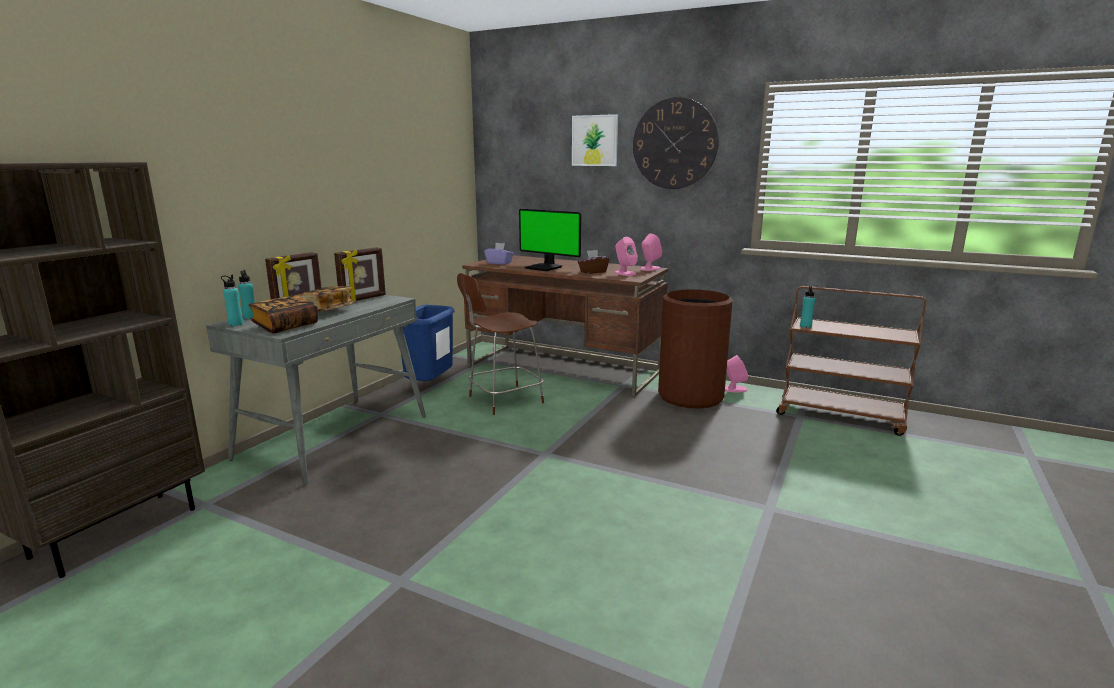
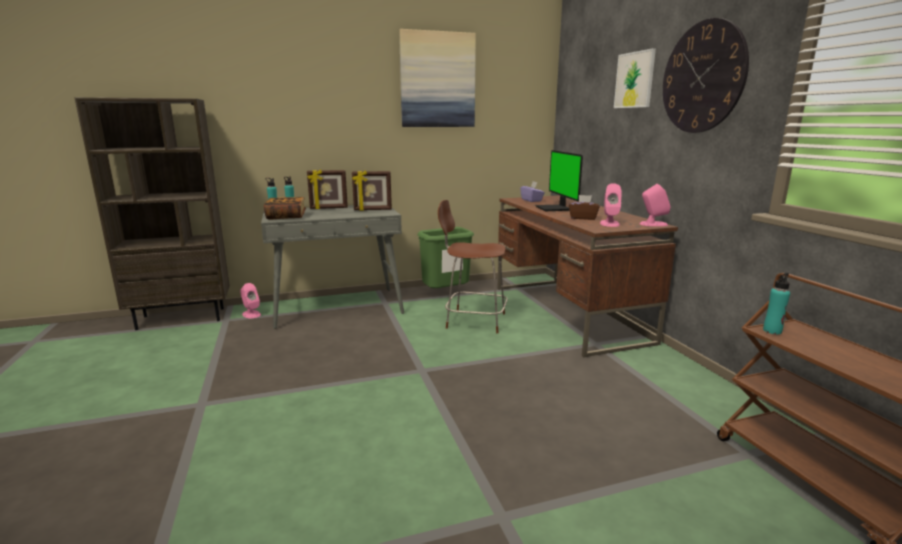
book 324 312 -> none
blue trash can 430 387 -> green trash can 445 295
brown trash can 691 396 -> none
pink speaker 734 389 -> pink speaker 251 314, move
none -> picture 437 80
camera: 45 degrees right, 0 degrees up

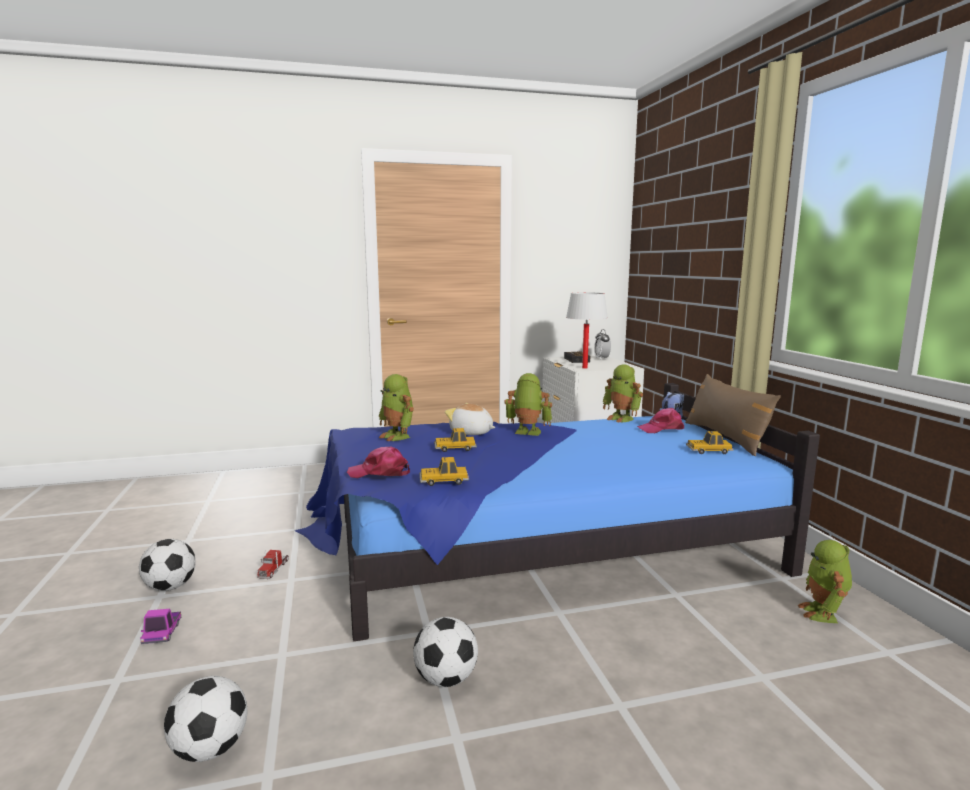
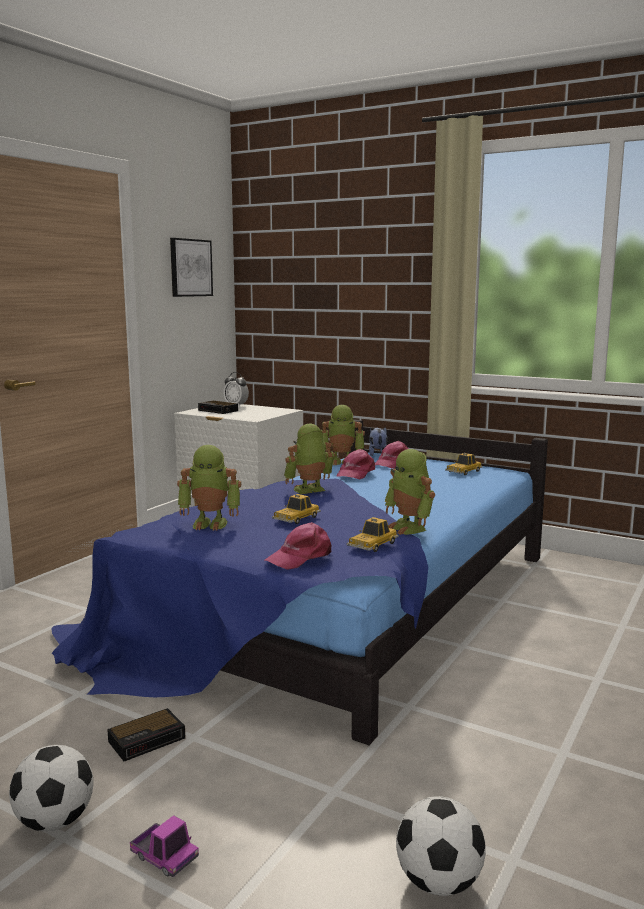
toy truck 273 569 -> alarm clock 148 739
football 446 679 -> none
plush toy 471 433 -> none
white table lamp 584 368 -> none
brown pillow 726 437 -> none
toy robot 823 613 -> toy robot 409 528, move
none -> picture 190 268
none -> pink cap 355 473
camera: 45 degrees left, 0 degrees up

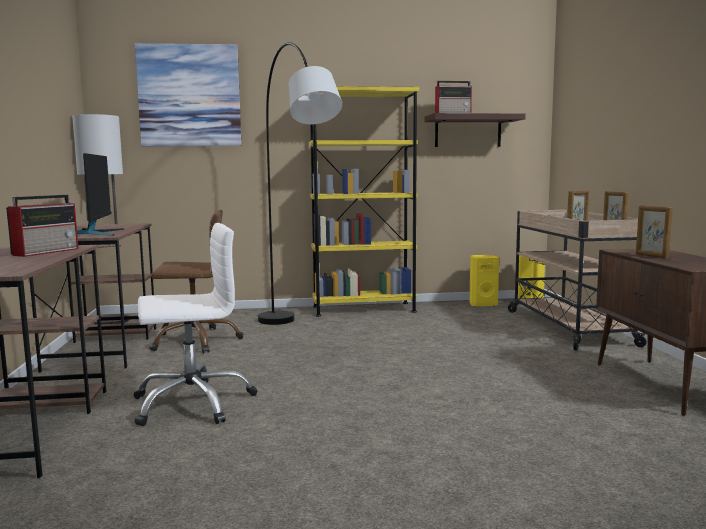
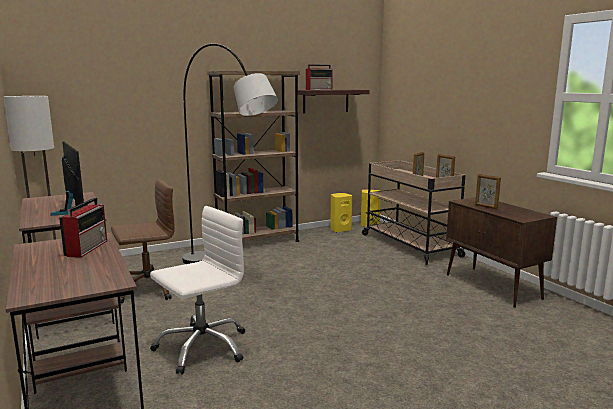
picture 189 96 -> none
yellow bookcase 363 309 -> brown bookcase 257 242
camera: 20 degrees left, 5 degrees up

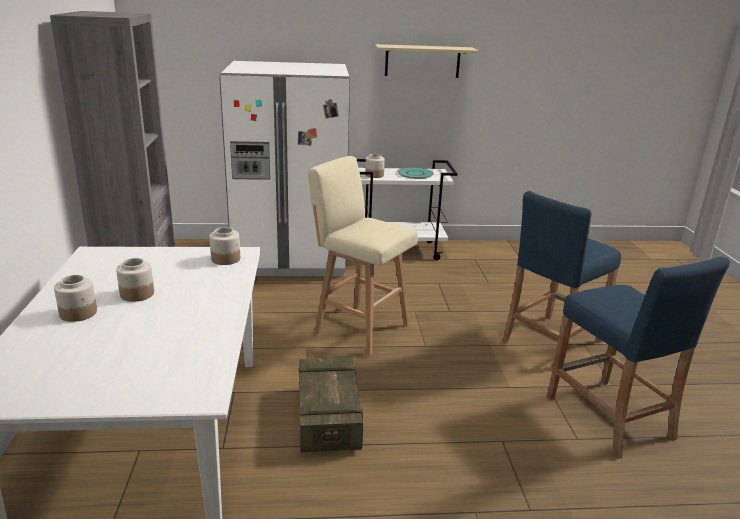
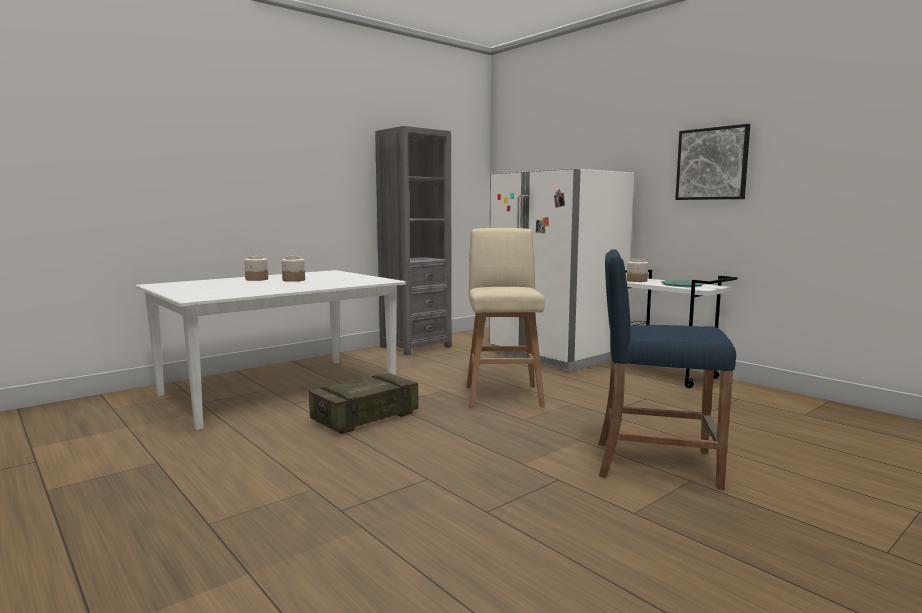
jar 226 259 -> none
beige shelf 422 61 -> picture 712 164
blue stool 609 417 -> none
camera: 55 degrees right, 15 degrees down

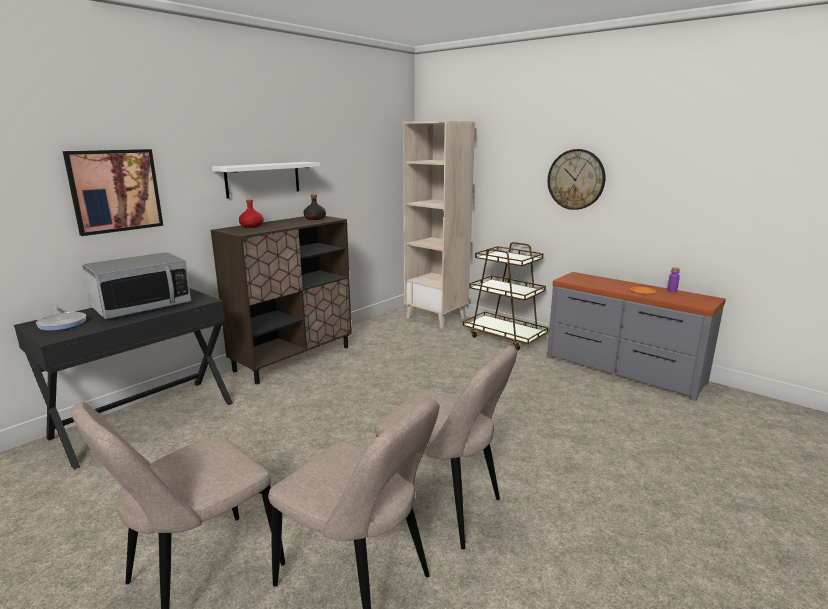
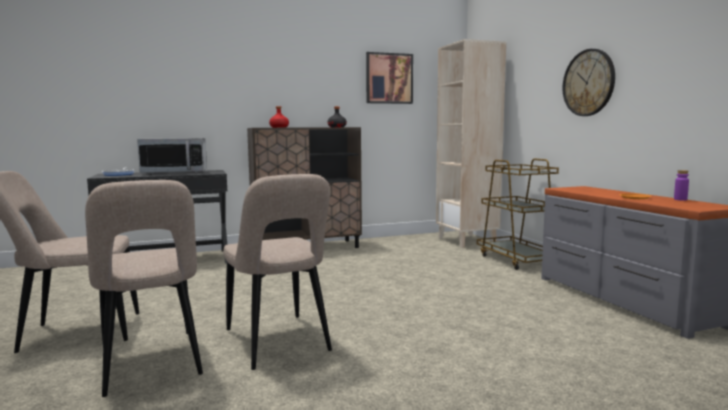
picture 115 191 -> picture 389 78, move
white shelf 263 179 -> none
camera: 30 degrees right, 10 degrees down

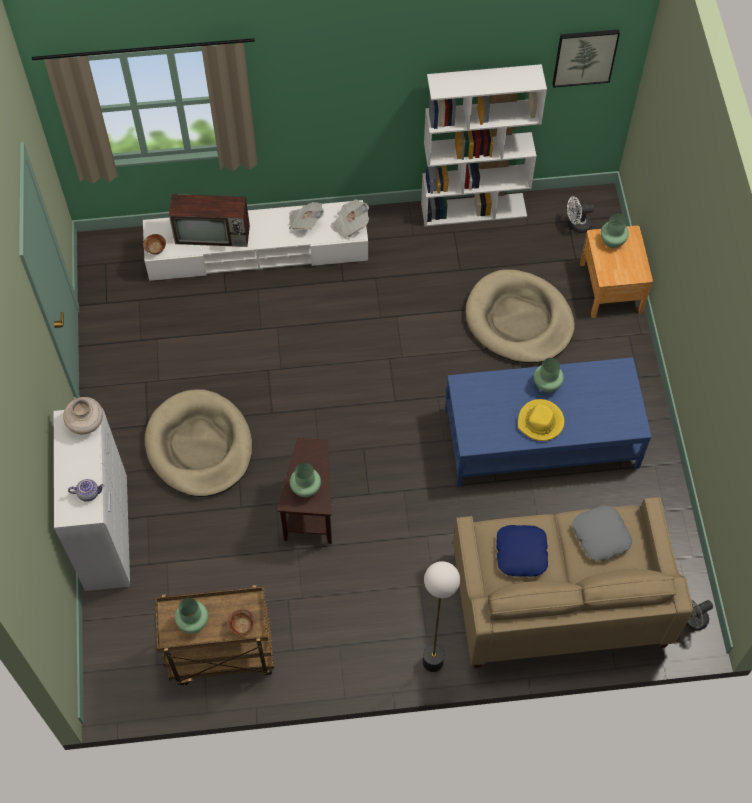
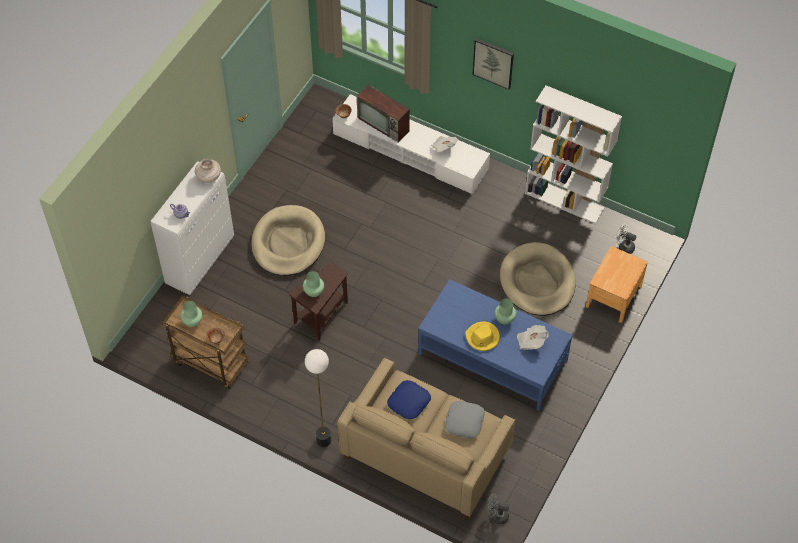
newspaper 350 225 -> newspaper 531 341, move
picture 585 57 -> picture 493 63, move
green vase 612 241 -> none
camera: 35 degrees right, 5 degrees down

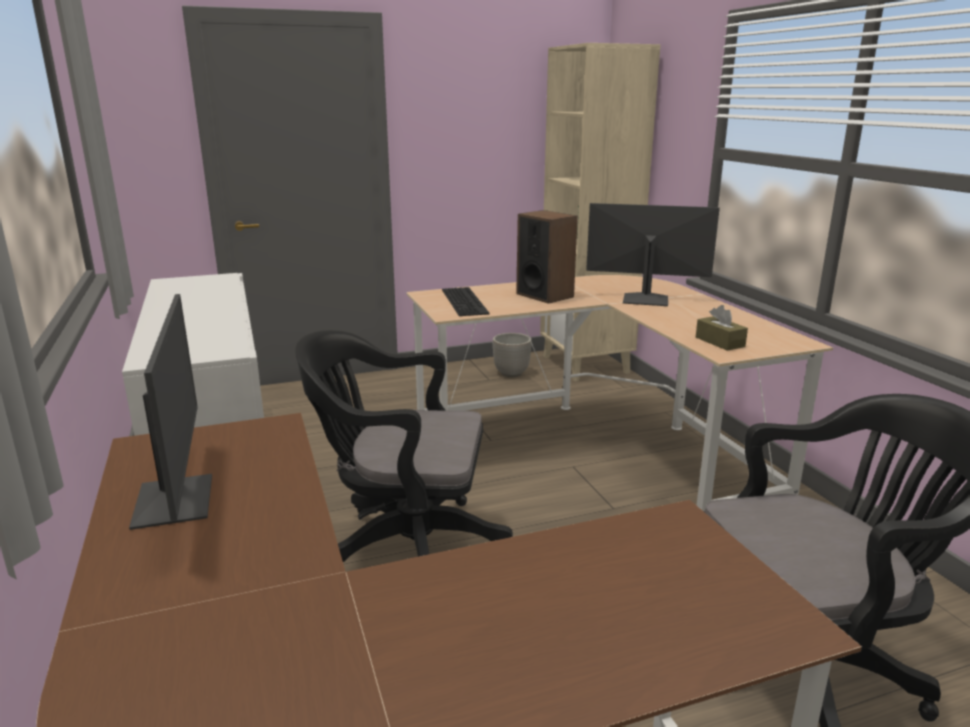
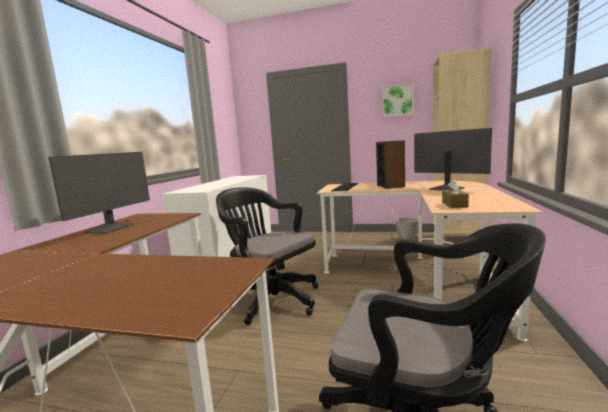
none -> picture 397 100
camera: 35 degrees right, 10 degrees down

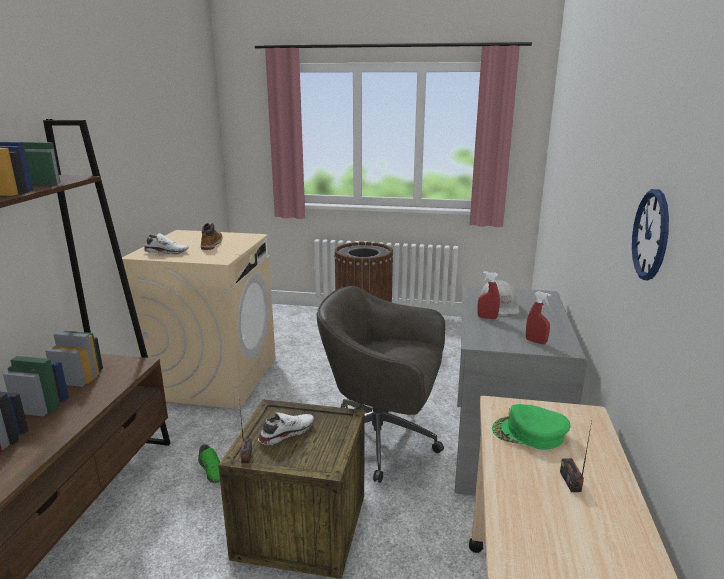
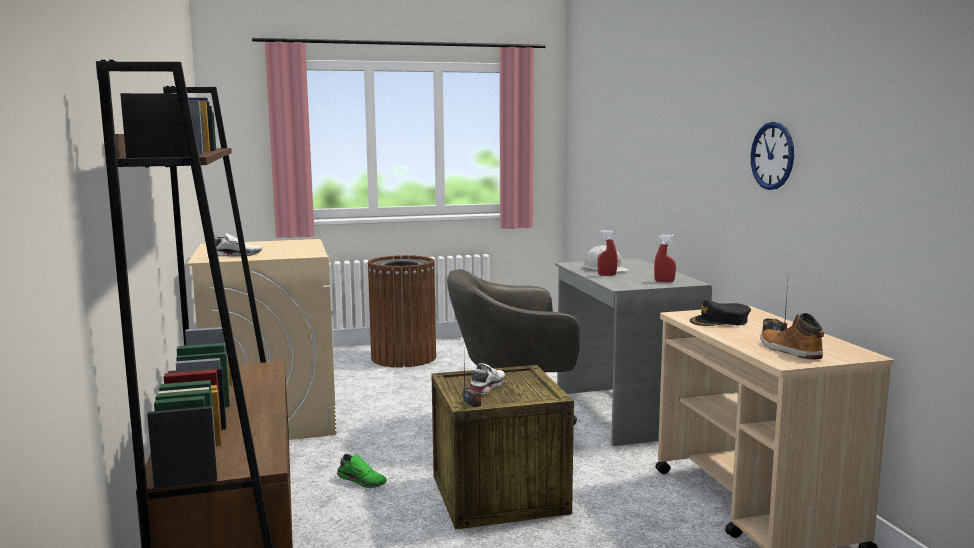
boot 211 244 -> boot 789 351, move
green cap 529 433 -> black cap 720 321
camera: 25 degrees left, 10 degrees down

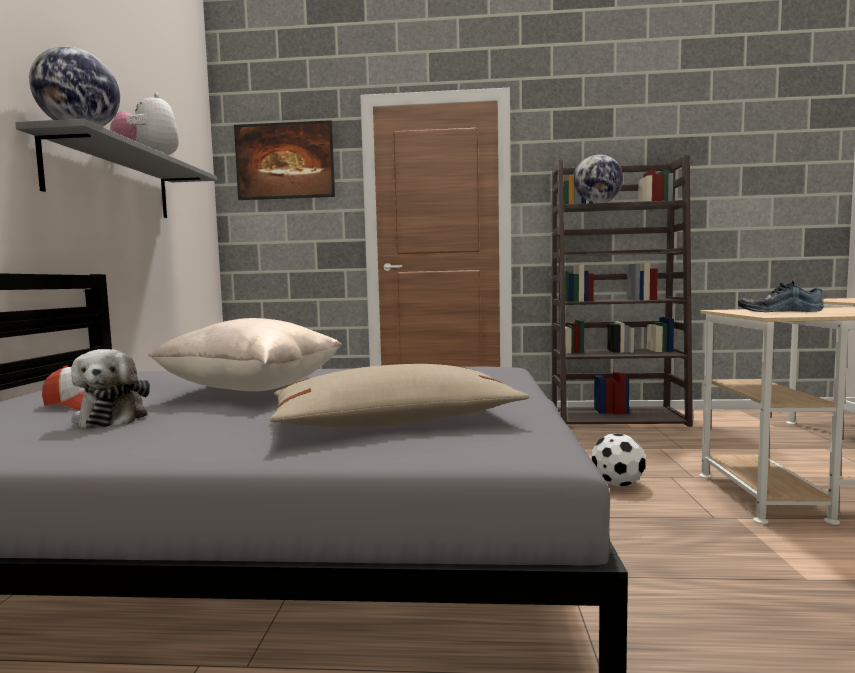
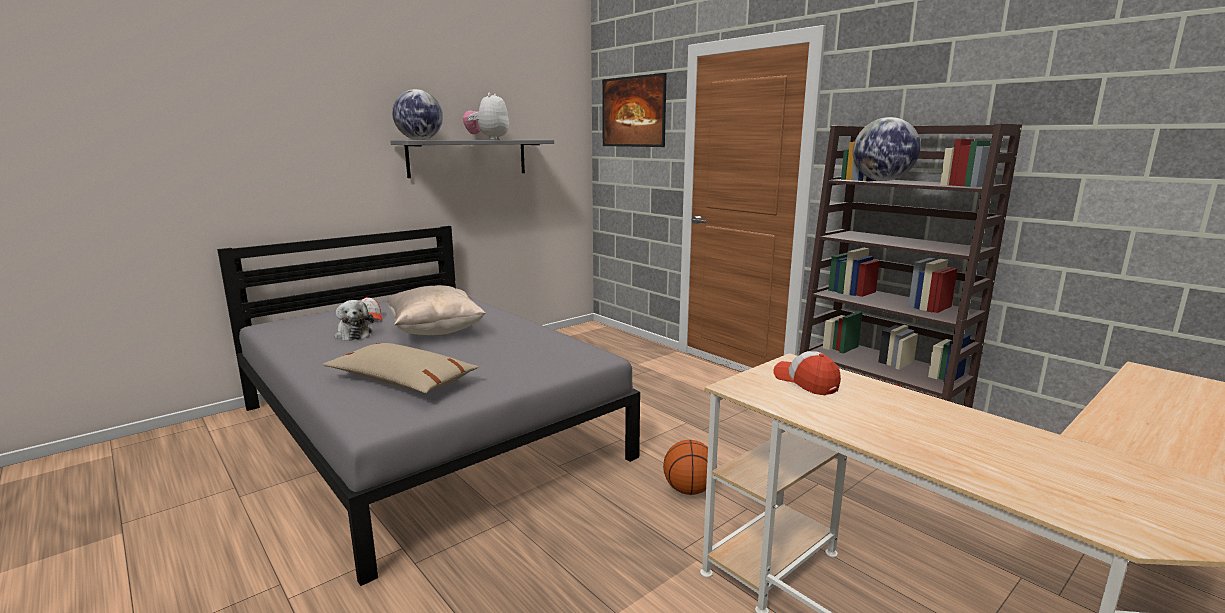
plush toy 113 418 -> plush toy 353 334, 60 degrees counterclockwise
football 617 484 -> basketball 689 490
shoe 778 311 -> cap 806 382
camera: 45 degrees right, 10 degrees up

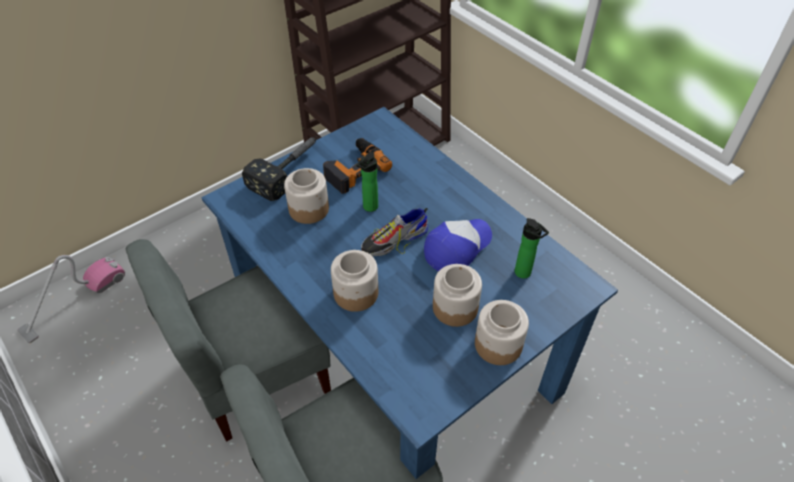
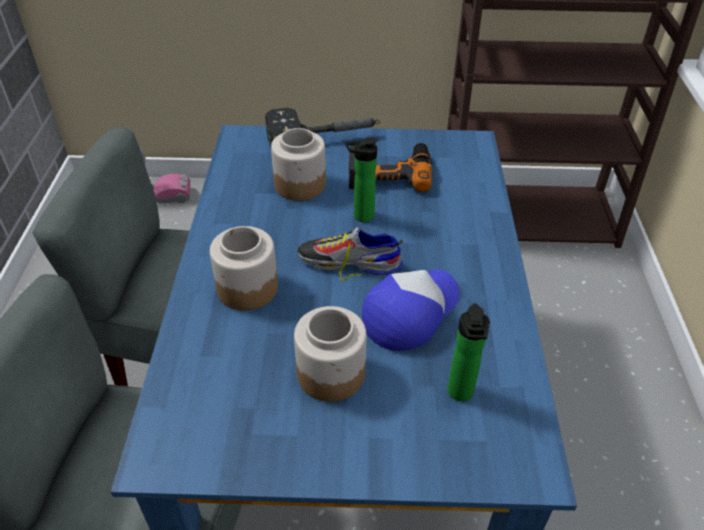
cap 457 247 -> cap 410 312, 45 degrees counterclockwise
jar 497 344 -> none
camera: 40 degrees right, 5 degrees down

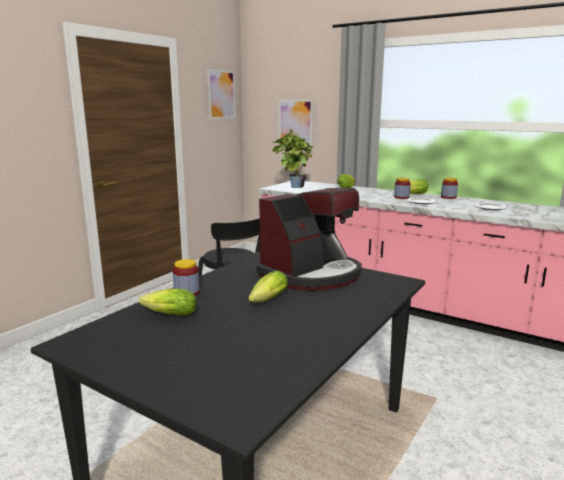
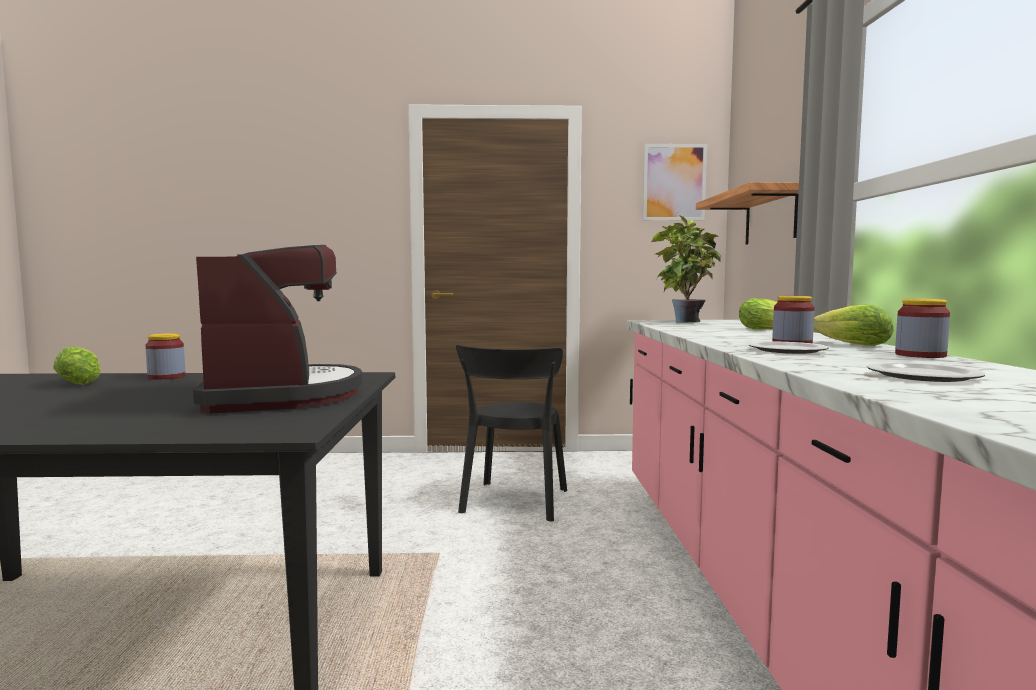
lettuce 266 301 -> none
coffee machine 312 274 -> coffee machine 282 395, 120 degrees counterclockwise
picture 295 124 -> shelf 770 217
camera: 55 degrees right, 10 degrees down

